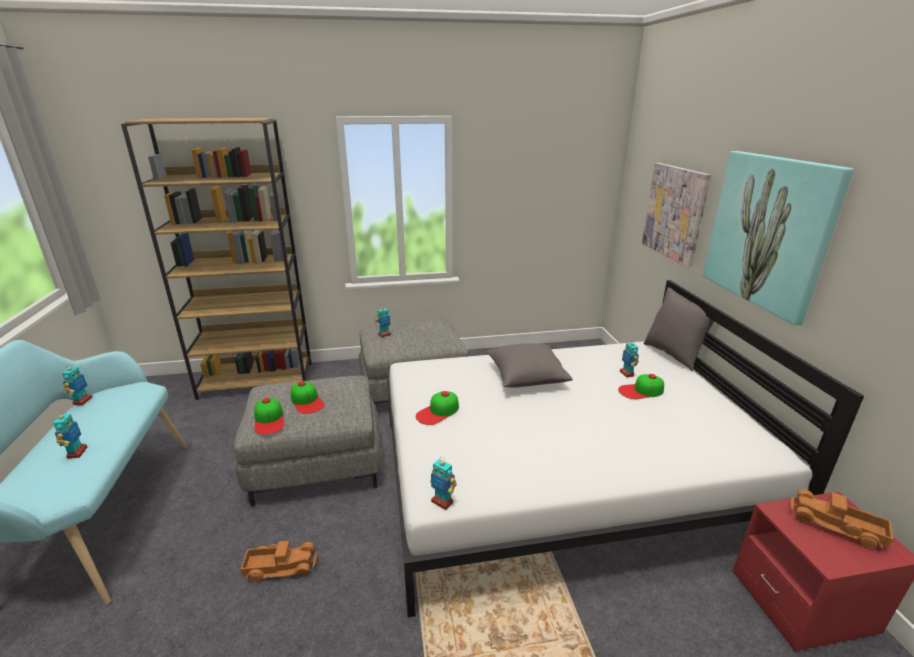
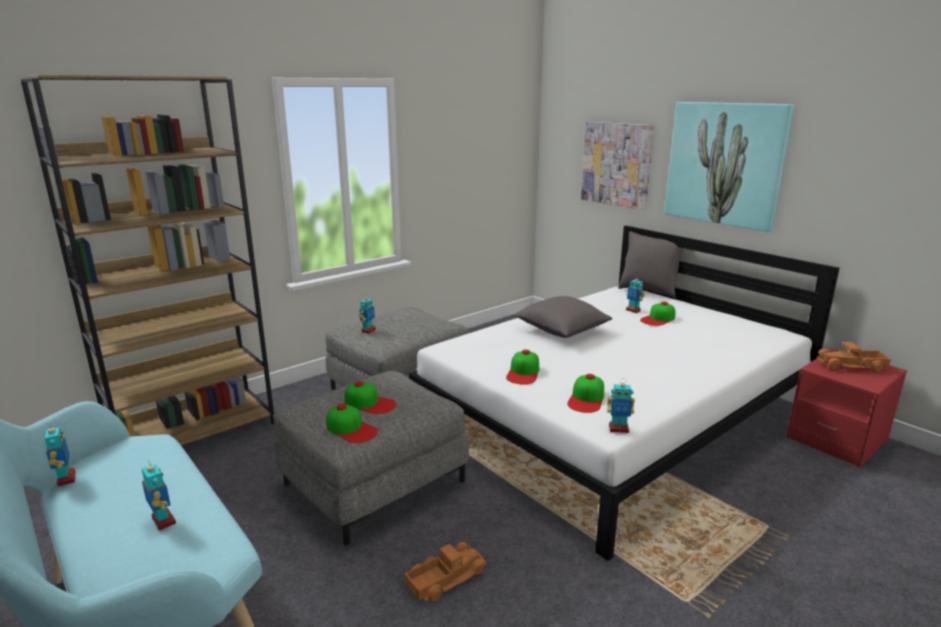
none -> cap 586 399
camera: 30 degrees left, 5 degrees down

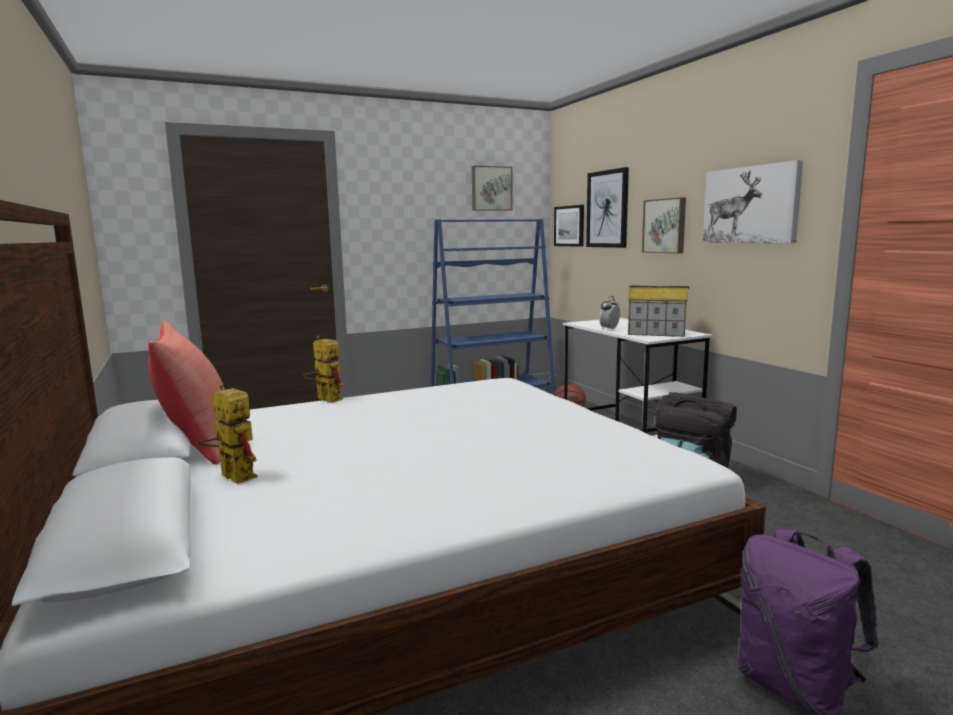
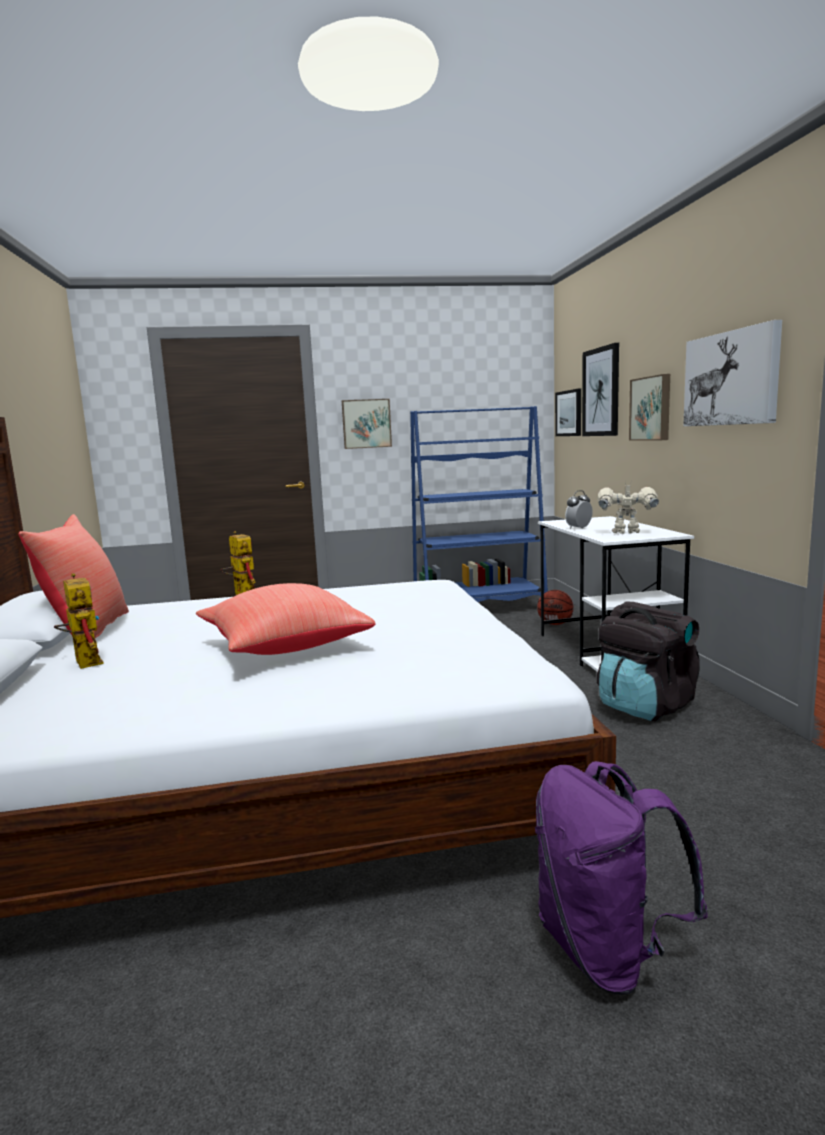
picture 491 188 -> picture 366 423, move
toy house 656 333 -> toy robot 626 533
none -> red pillow 283 647
camera: 15 degrees right, 0 degrees up

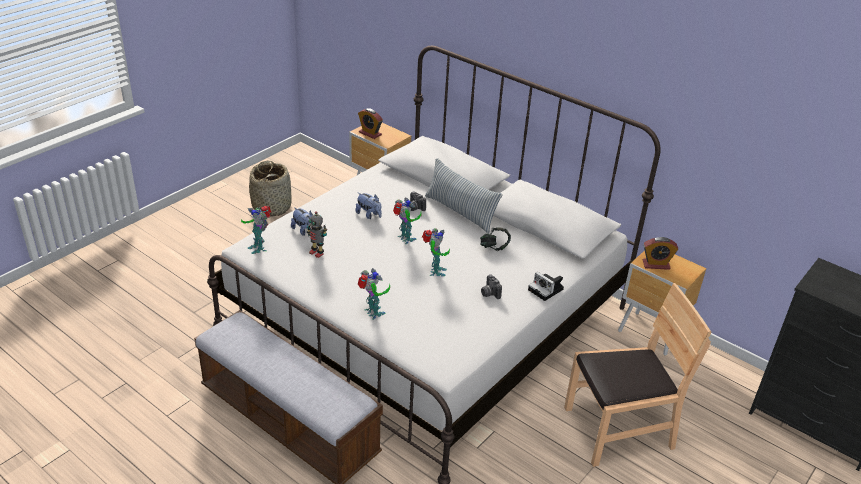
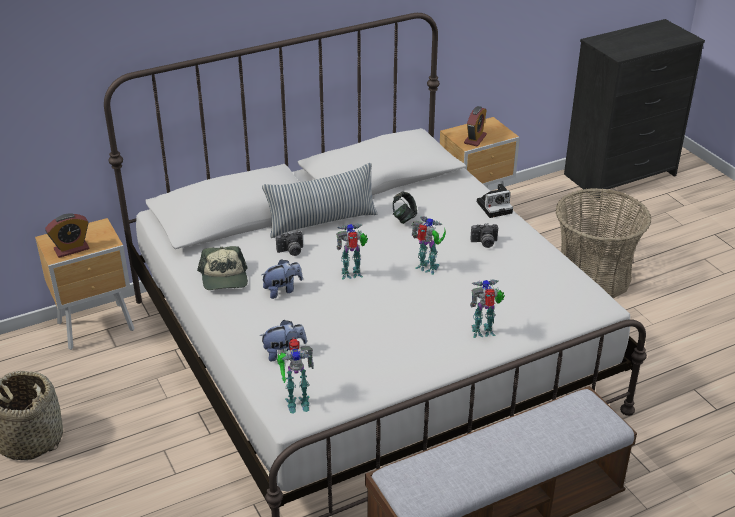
toy robot 317 253 -> none
brown chair 618 429 -> basket 593 277
none -> cap 224 278
camera: 65 degrees left, 0 degrees up

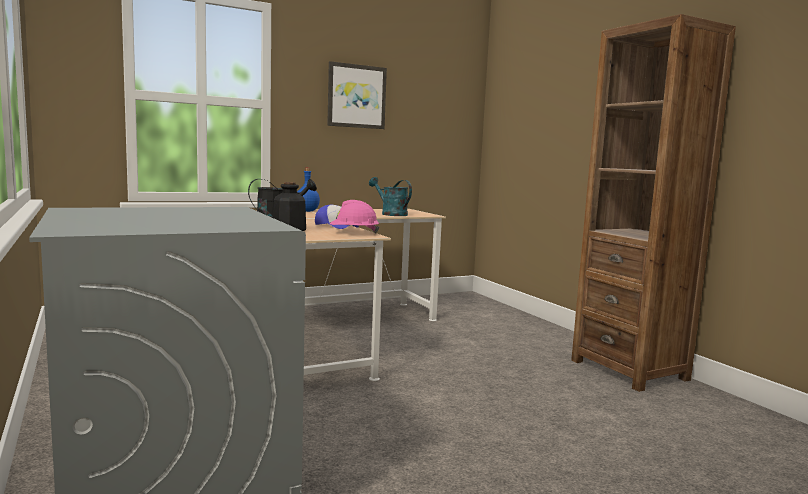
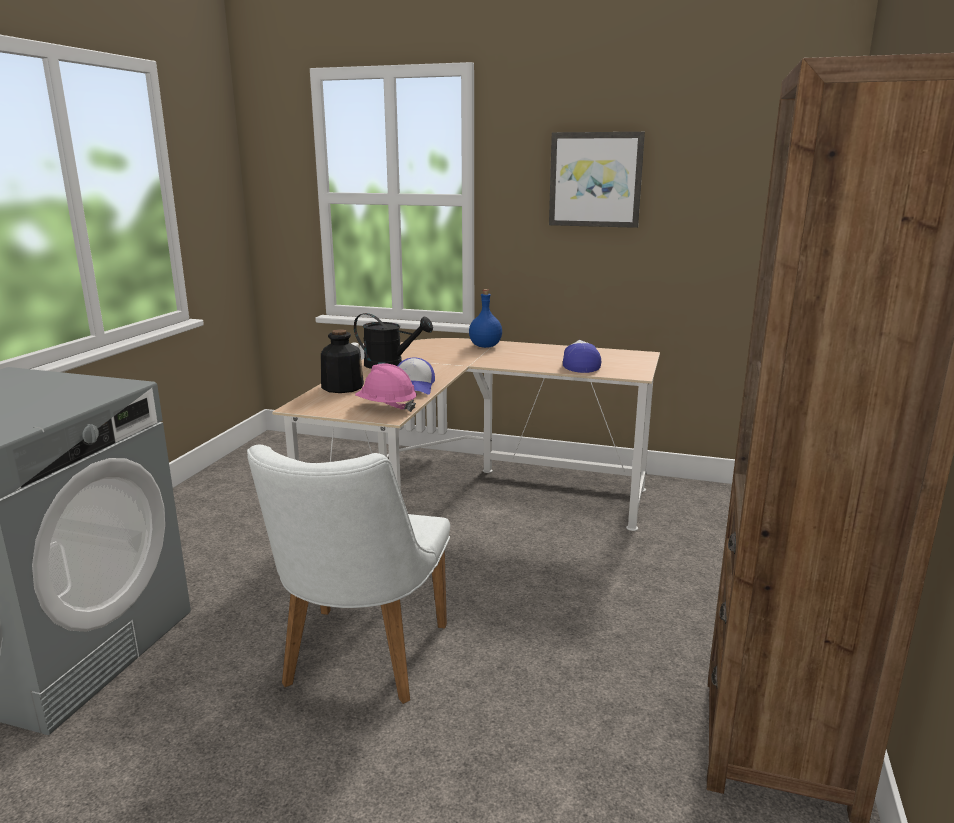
turquoise watering can 390 214 -> cap 579 365
none -> white chair 359 663
camera: 45 degrees right, 10 degrees up

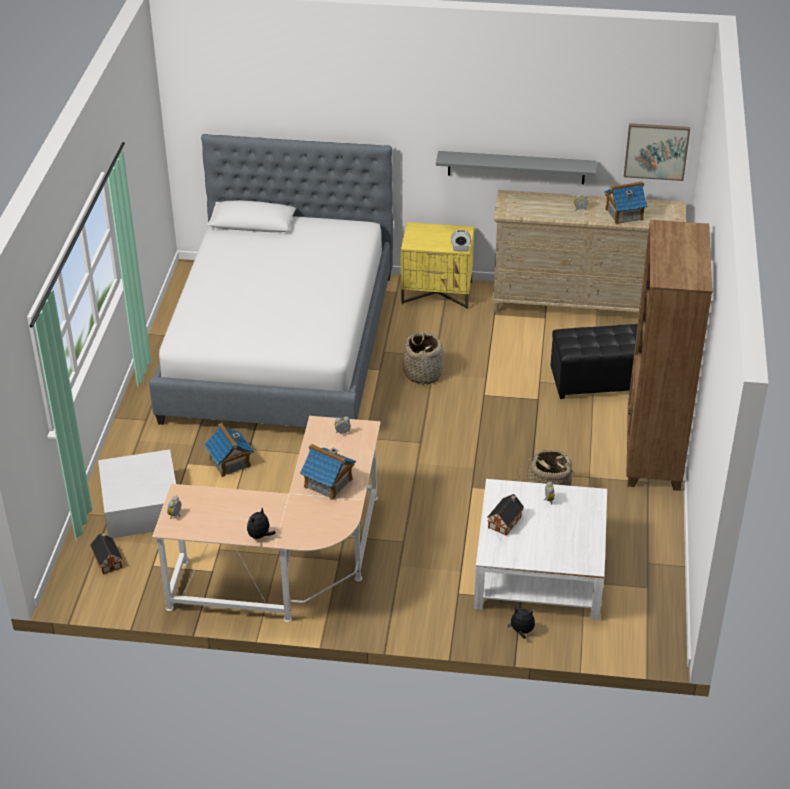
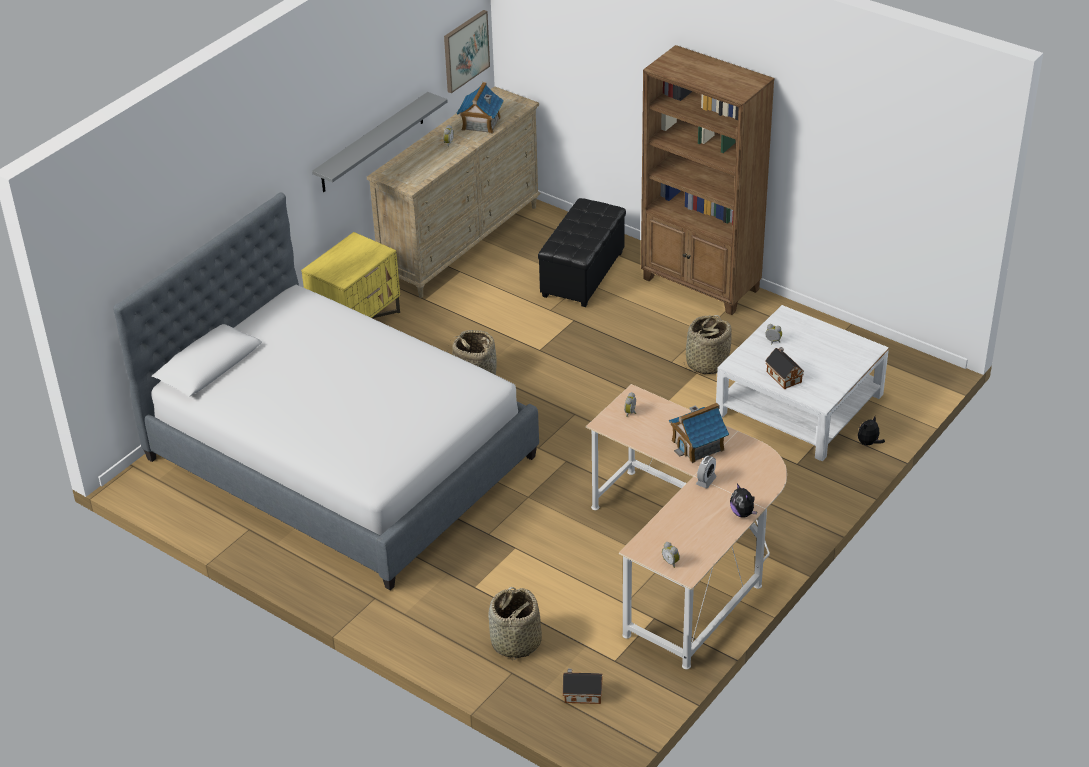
white storage box 141 506 -> basket 515 642
toy house 230 462 -> none
alarm clock 460 249 -> alarm clock 706 481, move
camera: 60 degrees left, 0 degrees up

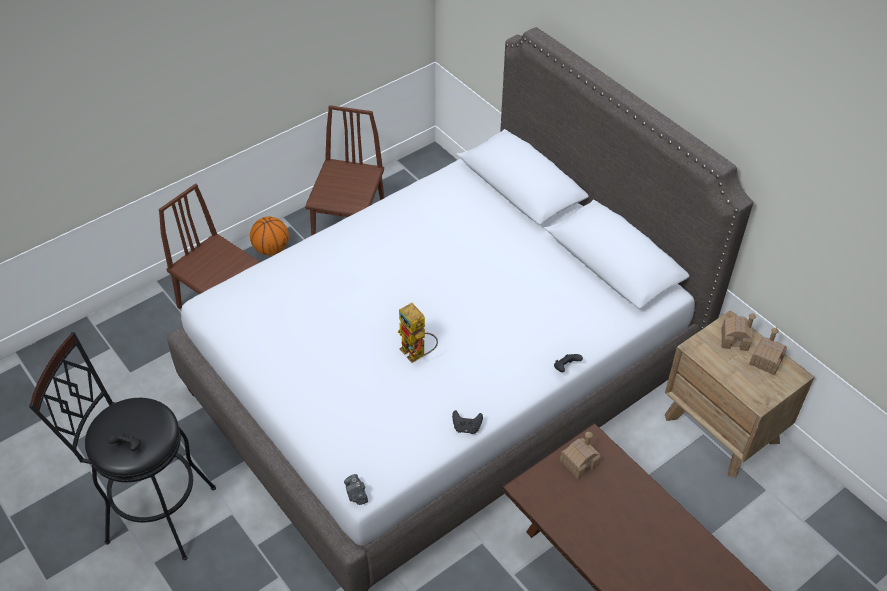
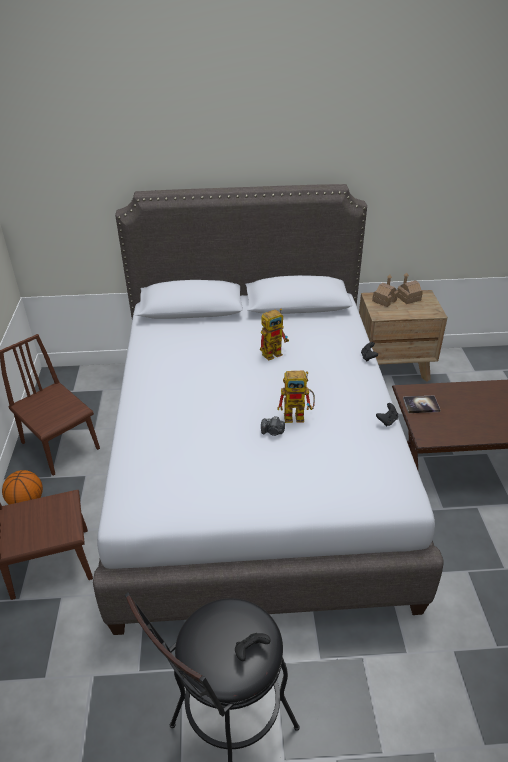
photo camera 356 495 -> photo camera 273 432, move
toy house 579 463 -> book 421 405
none -> toy robot 274 352
camera: 55 degrees left, 10 degrees down

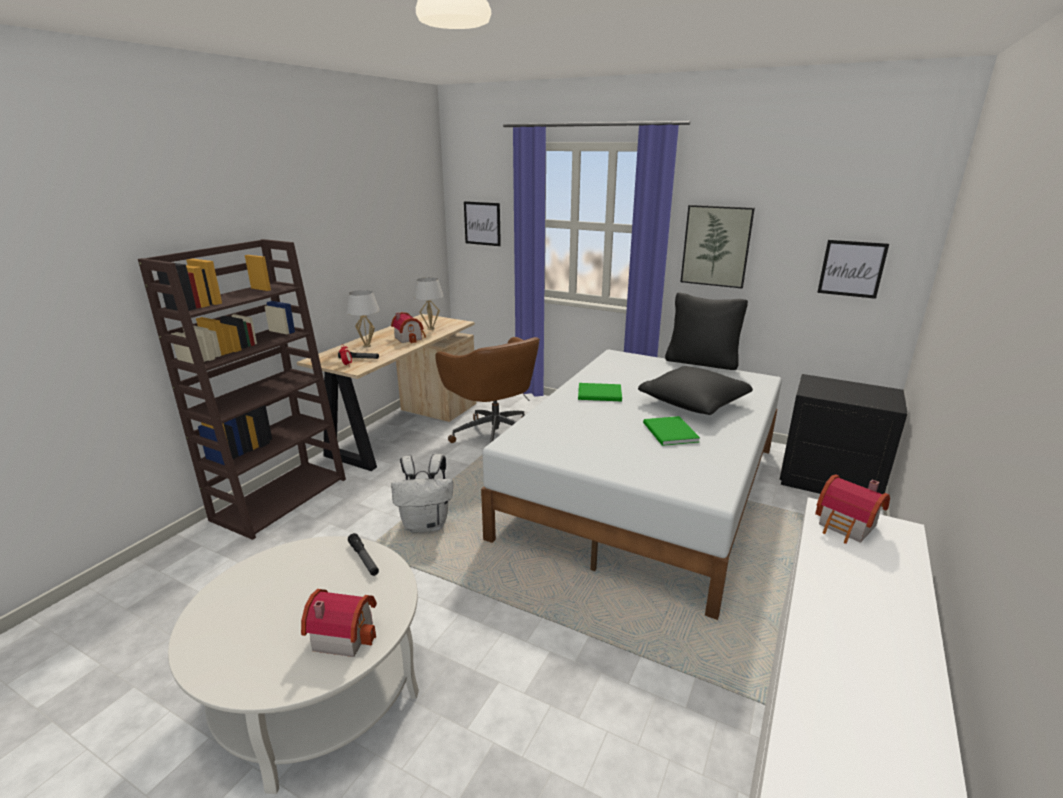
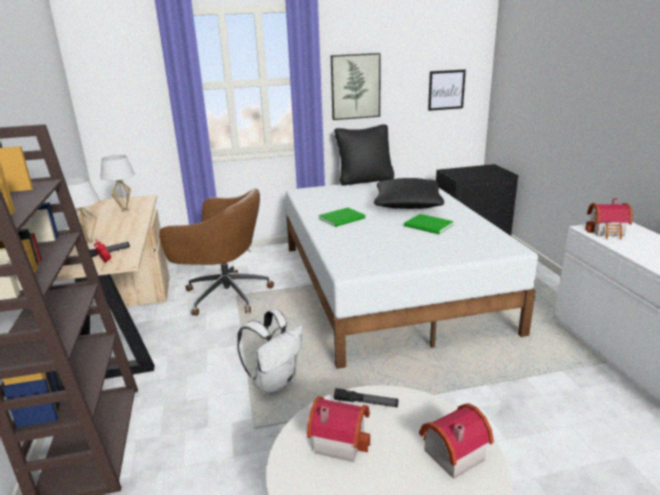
toy house 409 338 -> toy house 339 439, move
picture 482 223 -> none
camera: 40 degrees left, 0 degrees up

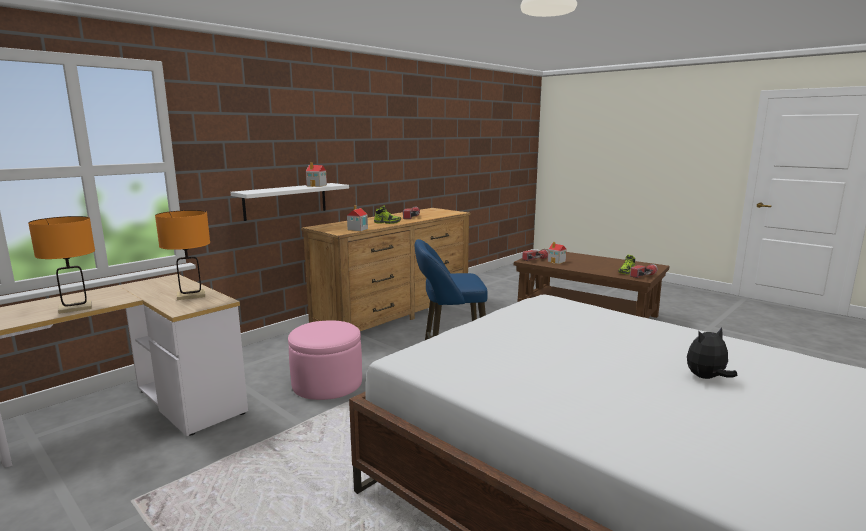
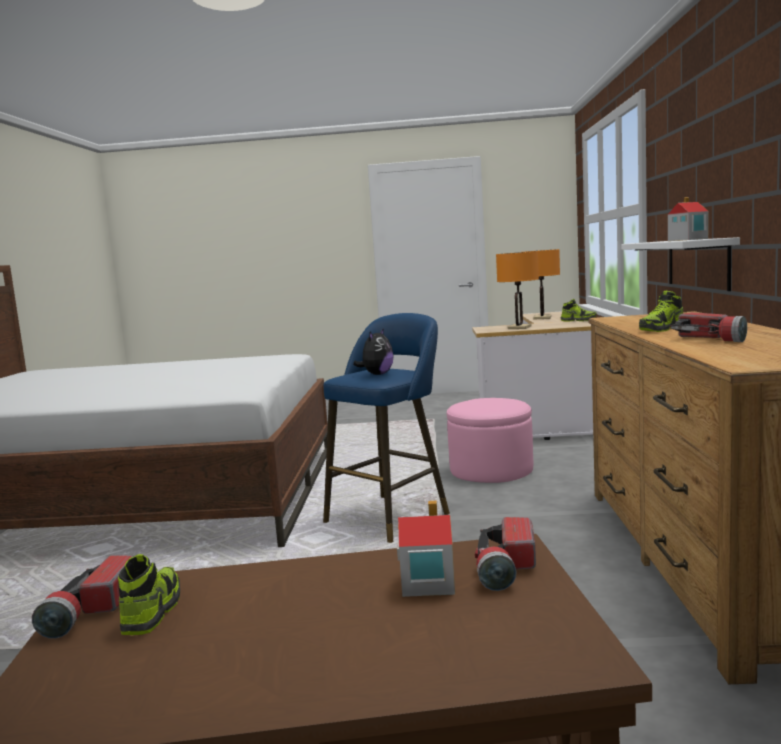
toy house 357 229 -> none
plush toy 706 378 -> plush toy 377 374, move
none -> shoe 578 320
camera: 140 degrees right, 5 degrees down

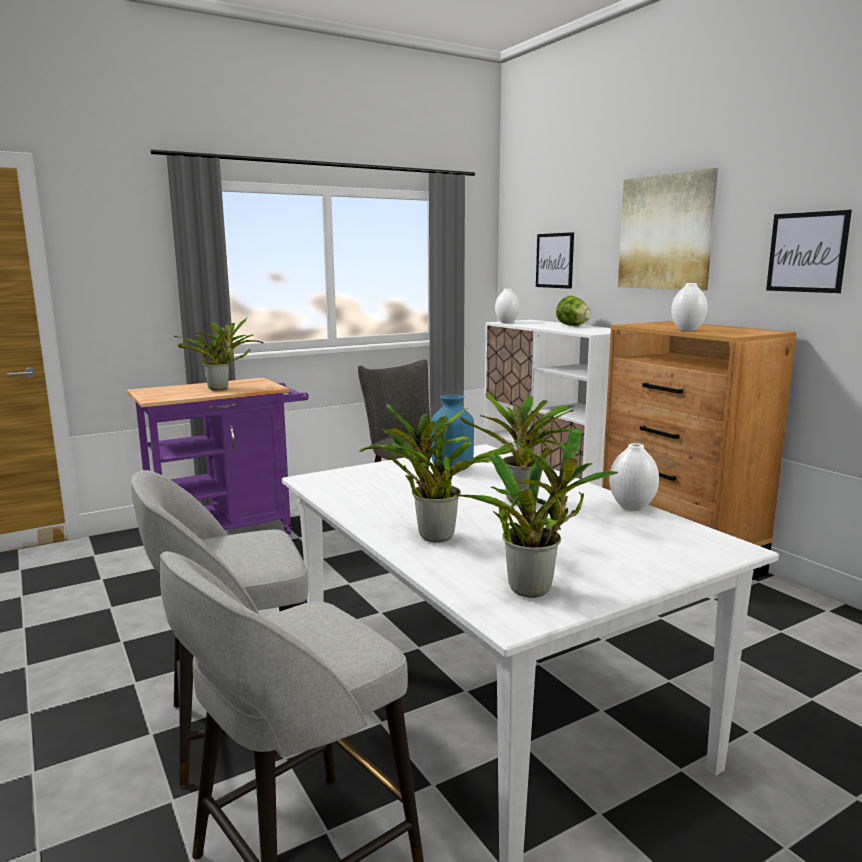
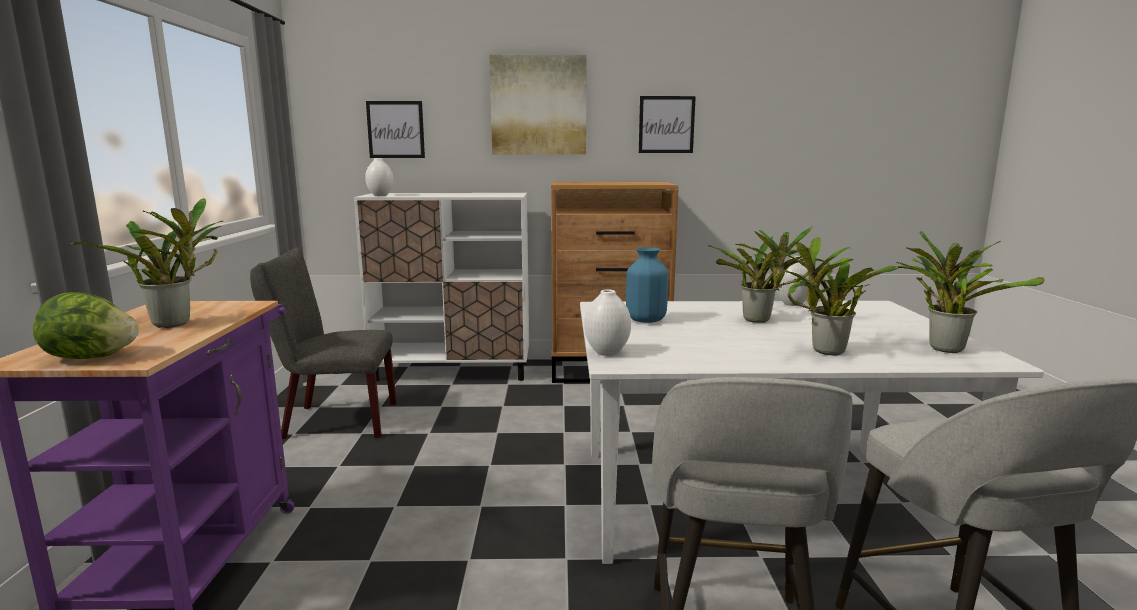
lettuce 572 325 -> lettuce 91 358, move
white vase 687 330 -> white vase 607 353, move
camera: 60 degrees left, 0 degrees up

